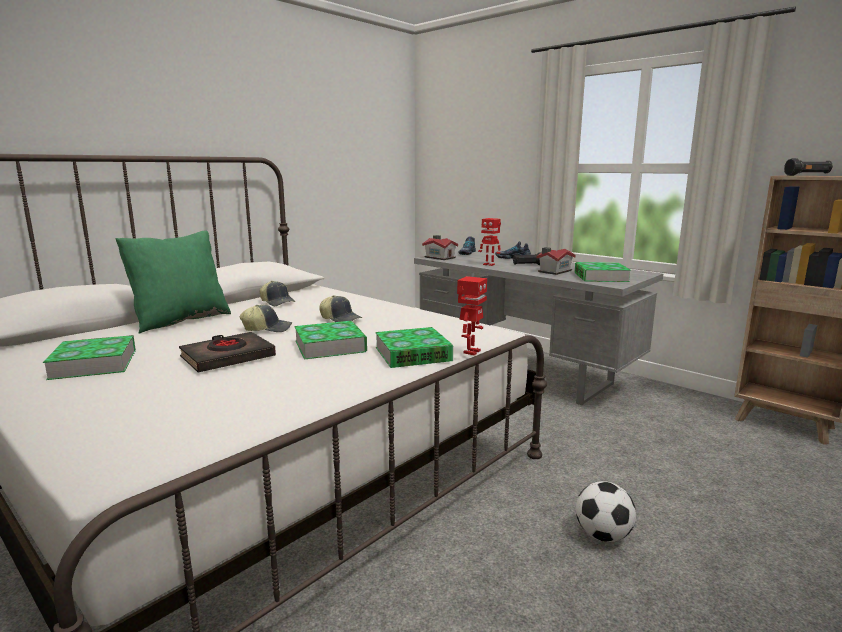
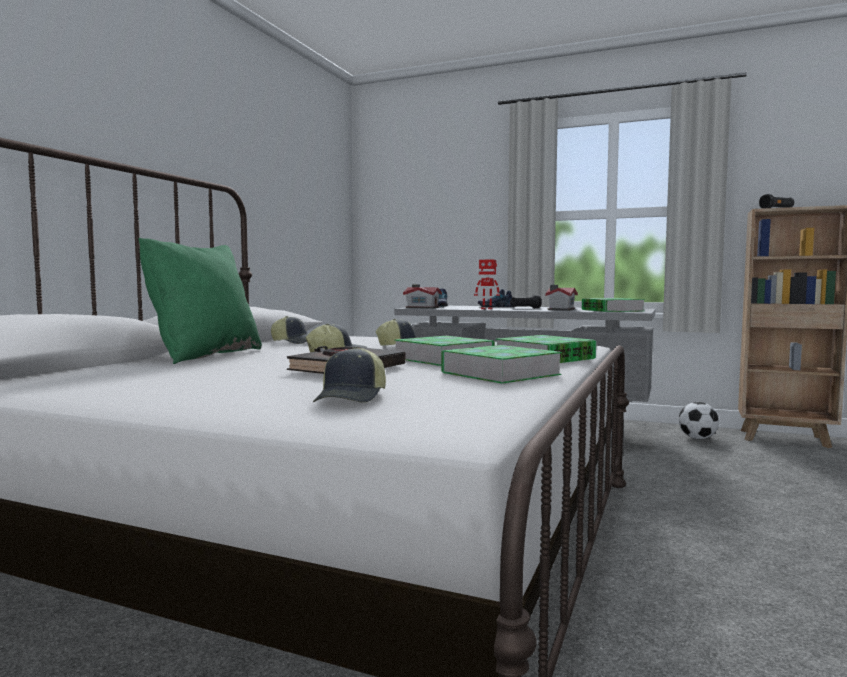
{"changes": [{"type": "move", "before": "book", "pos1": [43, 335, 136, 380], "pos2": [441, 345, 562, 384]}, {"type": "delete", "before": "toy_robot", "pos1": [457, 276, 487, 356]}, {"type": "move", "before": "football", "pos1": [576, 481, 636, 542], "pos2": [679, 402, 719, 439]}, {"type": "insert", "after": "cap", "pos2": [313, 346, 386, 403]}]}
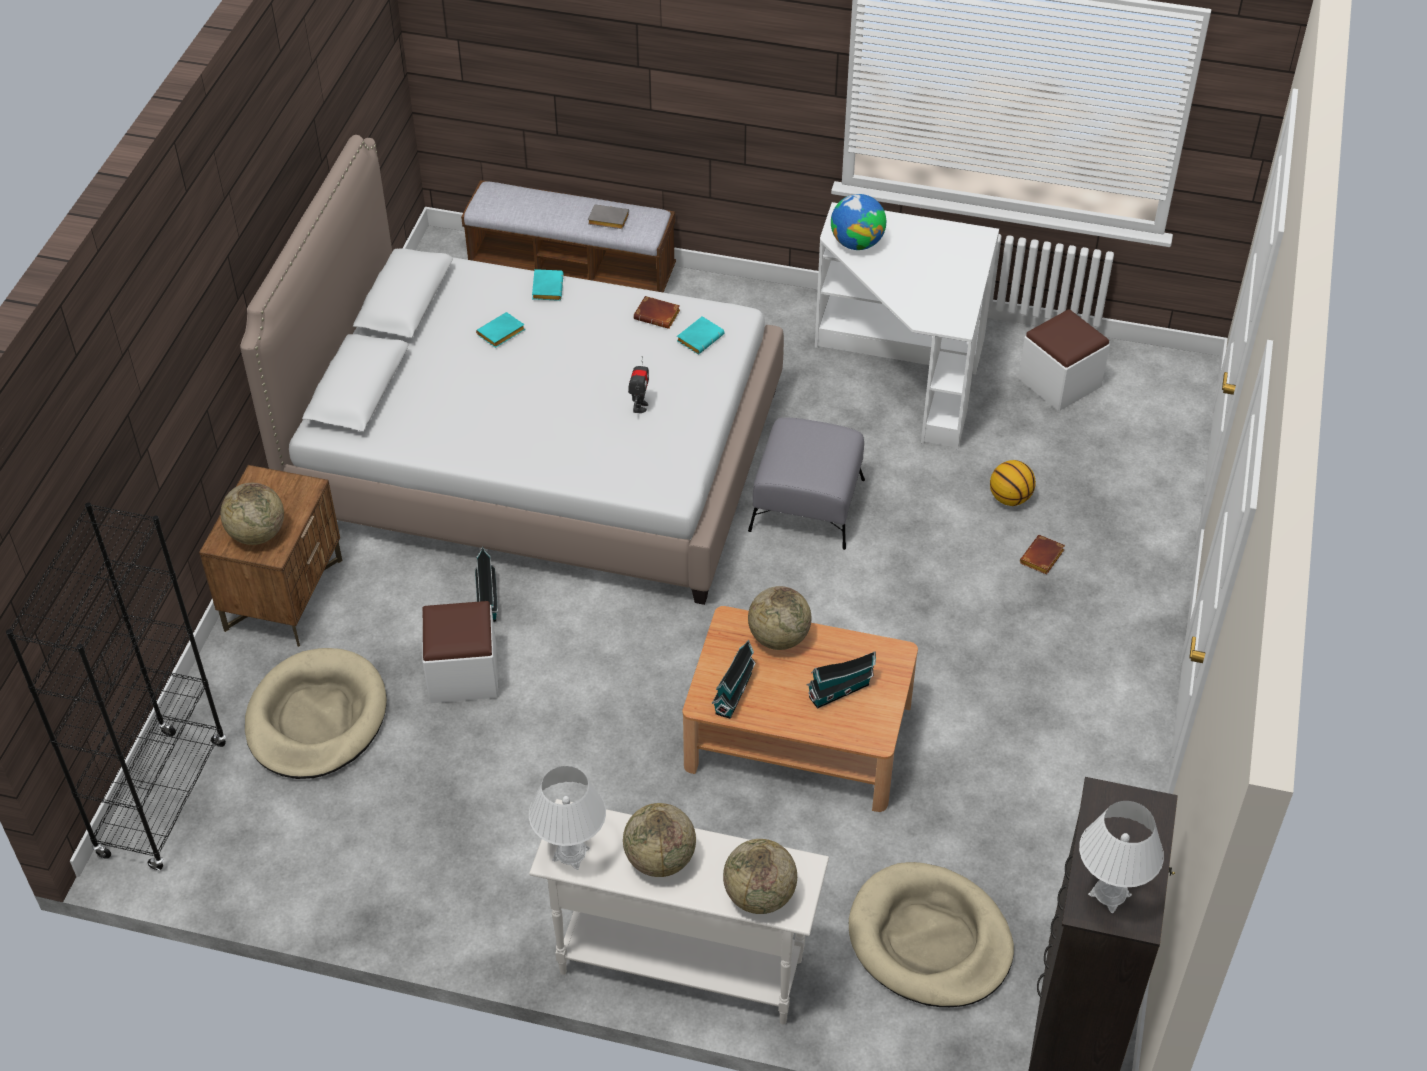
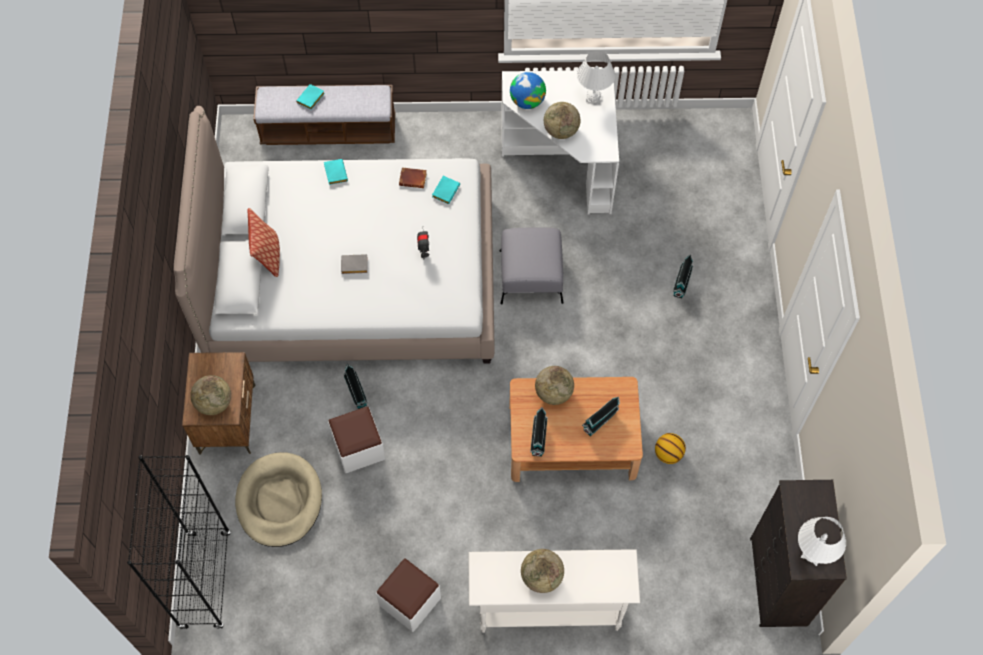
{"changes": [{"type": "move", "before": "turquoise_book", "pos1": [476, 312, 525, 348], "pos2": [296, 84, 325, 110]}, {"type": "move", "before": "white_table_lamp", "pos1": [529, 766, 606, 870], "pos2": [577, 51, 615, 104]}, {"type": "move", "before": "grey_book", "pos1": [588, 204, 629, 229], "pos2": [341, 254, 367, 274]}, {"type": "move", "before": "globe", "pos1": [723, 839, 797, 914], "pos2": [544, 102, 580, 139]}, {"type": "delete", "before": "beige_dog_bed", "pos1": [849, 862, 1014, 1007]}, {"type": "move", "before": "basketball", "pos1": [990, 460, 1036, 506], "pos2": [655, 433, 686, 464]}, {"type": "move", "before": "white_ottoman", "pos1": [1018, 309, 1110, 411], "pos2": [376, 558, 441, 632]}, {"type": "replace", "before": "brown_book", "after": "toy_house", "pos1": [1020, 535, 1065, 575], "pos2": [673, 254, 694, 298]}, {"type": "insert", "after": "pillow", "pos2": [247, 208, 280, 277]}]}
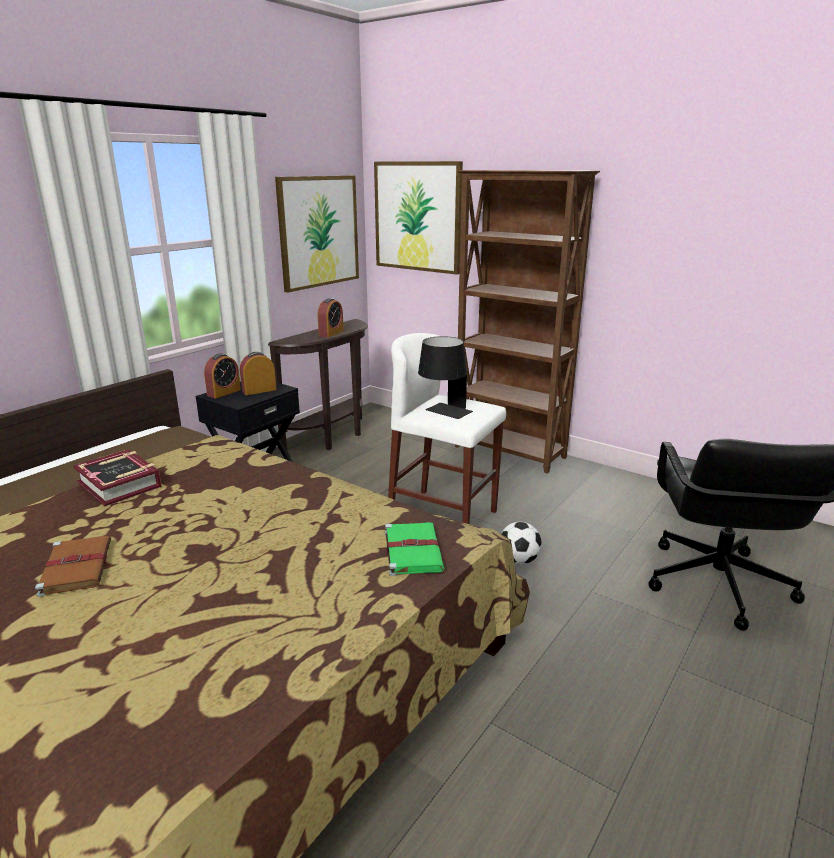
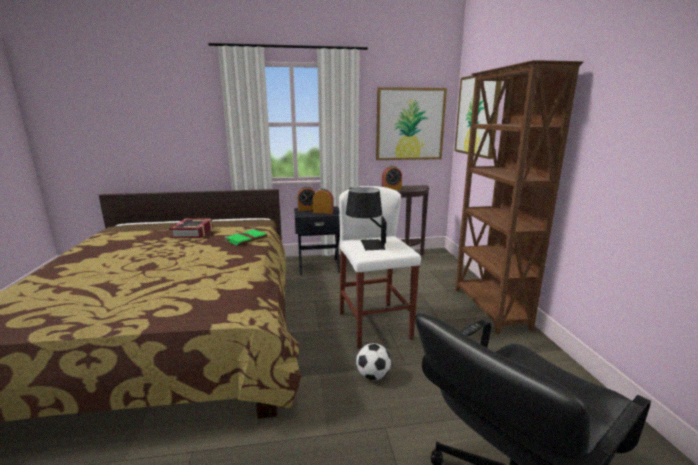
{"changes": [{"type": "delete", "before": "brown_book", "pos1": [35, 535, 111, 597]}, {"type": "move", "before": "green_book", "pos1": [385, 522, 444, 576], "pos2": [224, 229, 267, 245]}]}
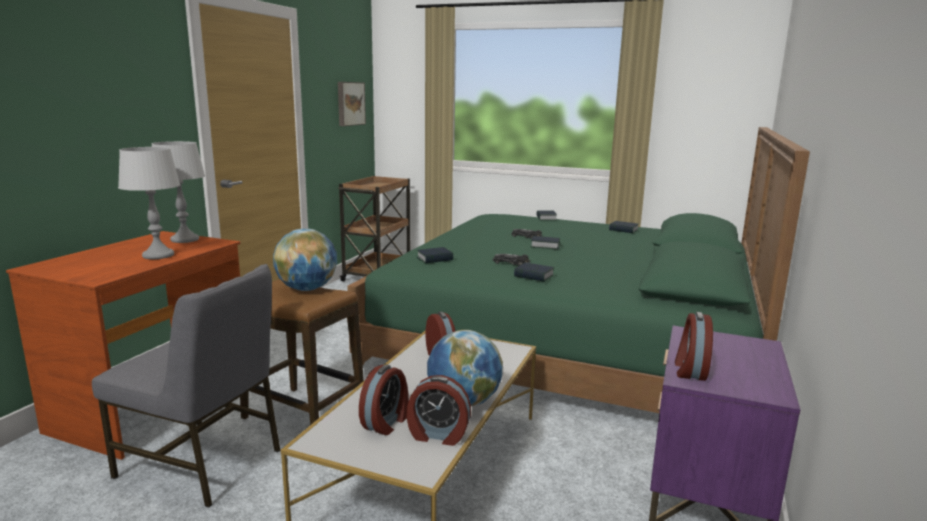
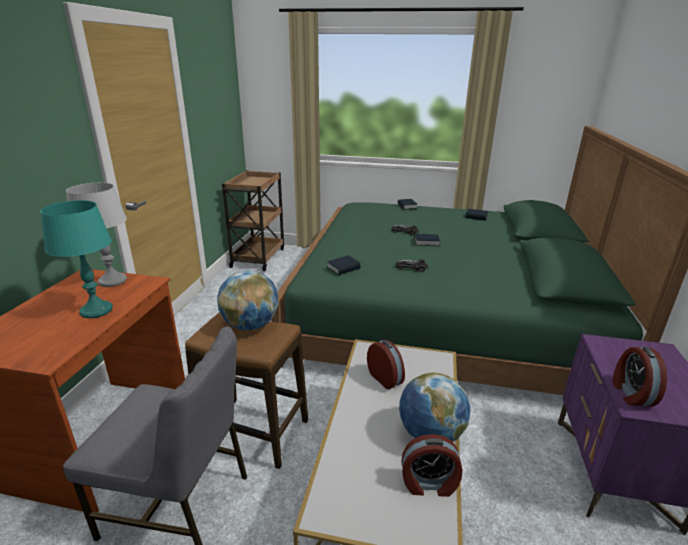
{"changes": [{"type": "recolor", "before": "grey_table_lamp", "after": "turquoise_table_lamp", "pos1": [118, 147, 180, 259], "pos2": [40, 200, 113, 318]}, {"type": "delete", "before": "picture", "pos1": [338, 82, 366, 126]}, {"type": "delete", "before": "alarm_clock", "pos1": [359, 364, 409, 435]}, {"type": "delete", "before": "book", "pos1": [514, 262, 554, 282]}]}
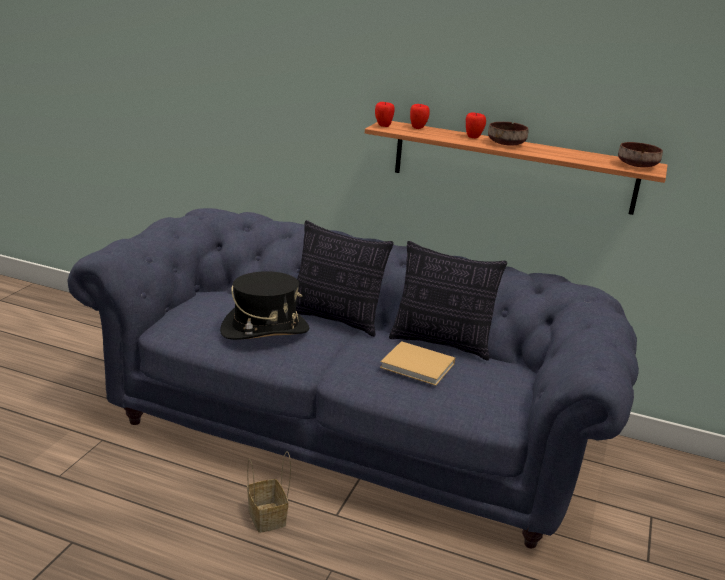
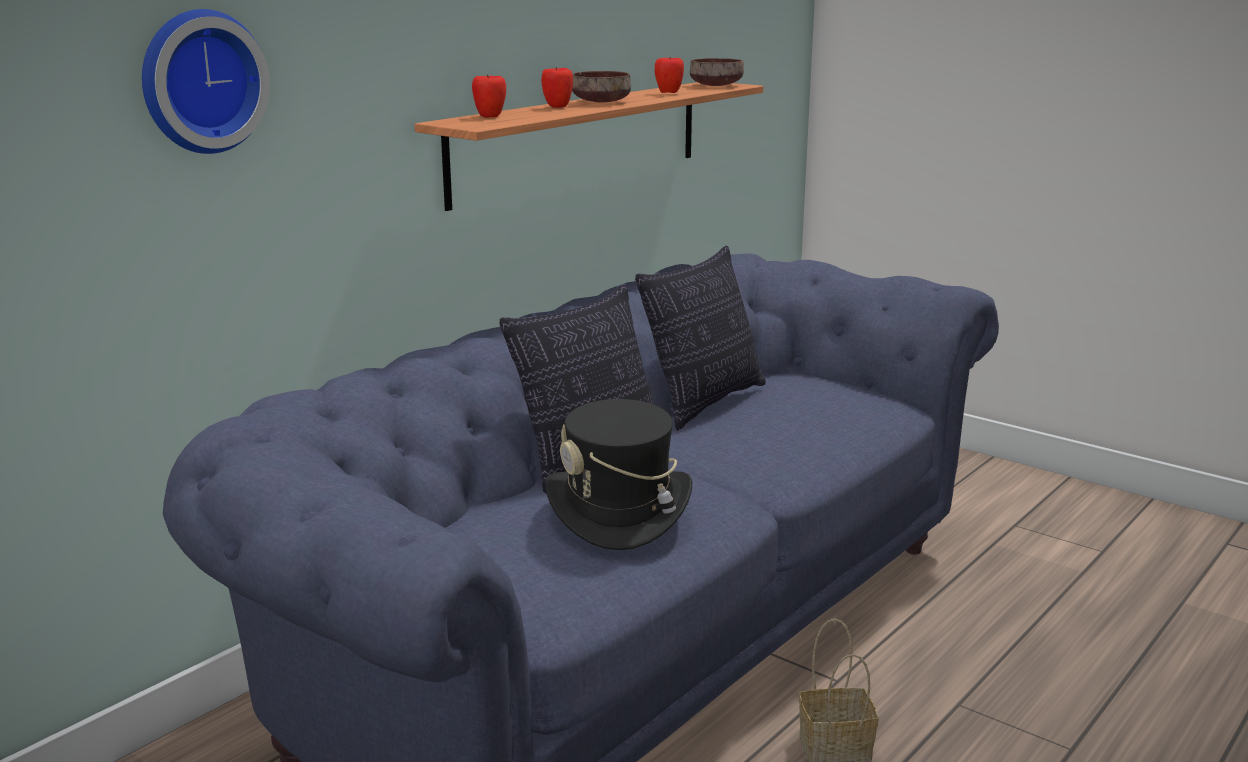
{"changes": [{"type": "move", "before": "apple", "pos1": [375, 102, 395, 127], "pos2": [655, 57, 684, 93]}, {"type": "delete", "before": "beige_book", "pos1": [380, 341, 455, 386]}, {"type": "insert", "after": "wall_clock", "pos2": [142, 9, 270, 154]}]}
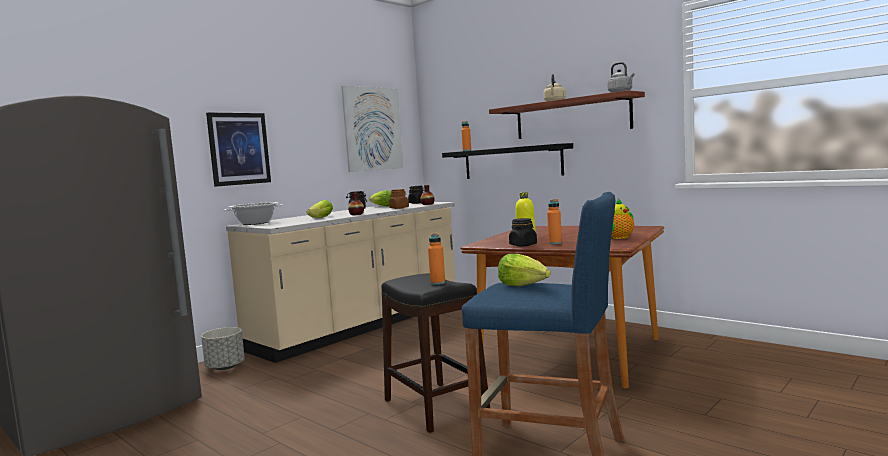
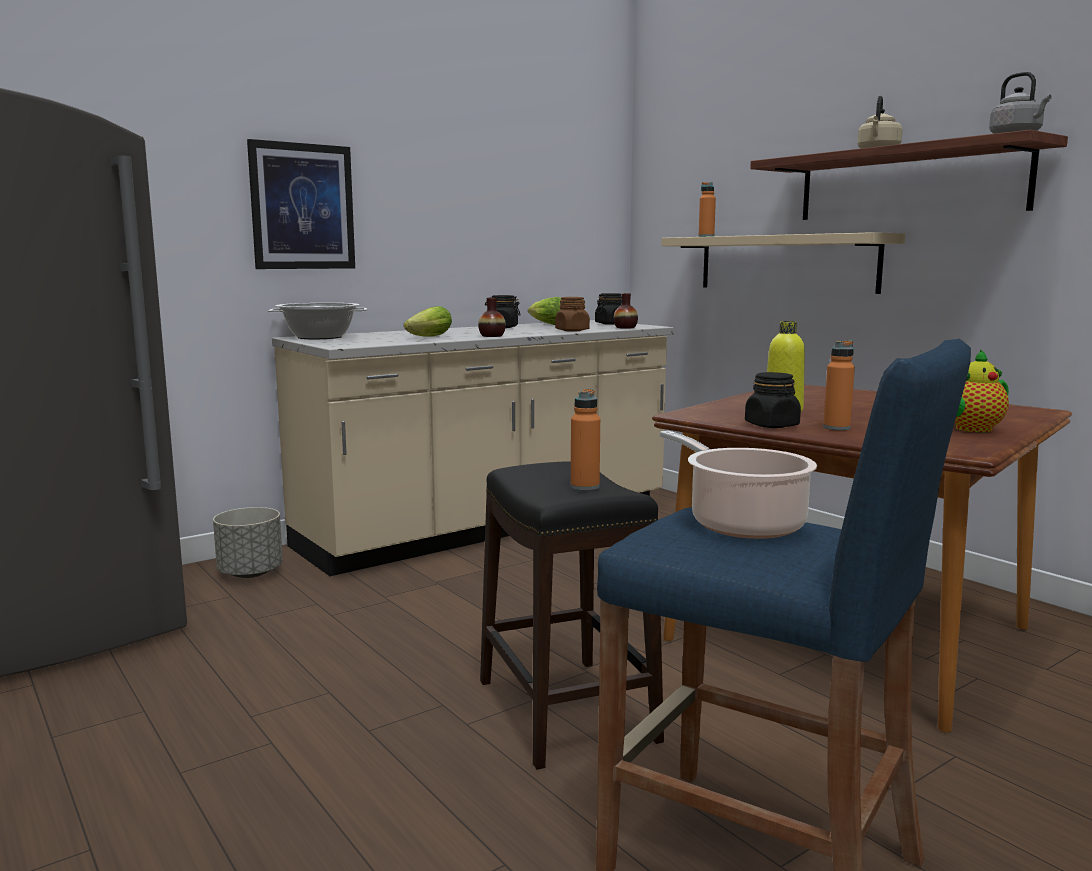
{"changes": [{"type": "delete", "before": "picture", "pos1": [341, 85, 403, 172]}, {"type": "recolor", "before": "black_shelf", "after": "beige_shelf", "pos1": [442, 143, 573, 179], "pos2": [661, 232, 905, 294]}, {"type": "replace", "before": "lettuce", "after": "cooking_pot", "pos1": [498, 254, 551, 286], "pos2": [659, 431, 817, 539]}]}
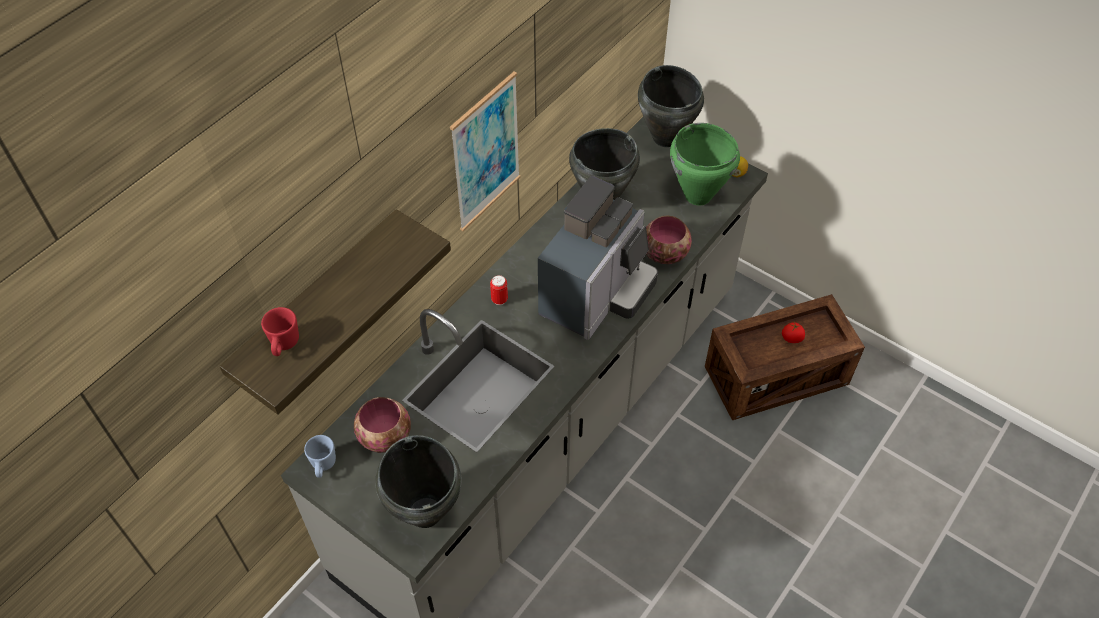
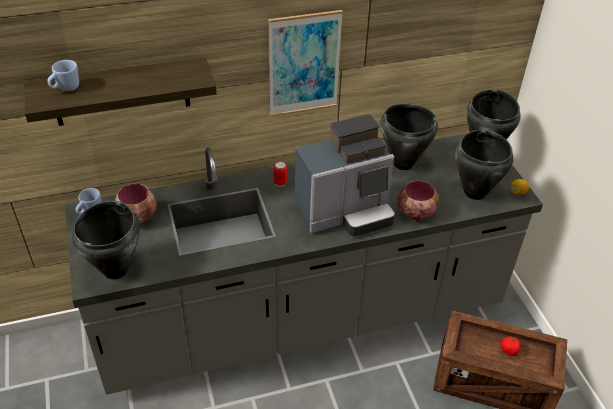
{"changes": [{"type": "recolor", "before": "red_mug", "after": "blue_mug", "pos1": [261, 307, 299, 356], "pos2": [47, 60, 79, 91]}, {"type": "recolor", "before": "green_cooking_pot", "after": "black_cooking_pot", "pos1": [670, 123, 740, 206], "pos2": [455, 130, 513, 200]}]}
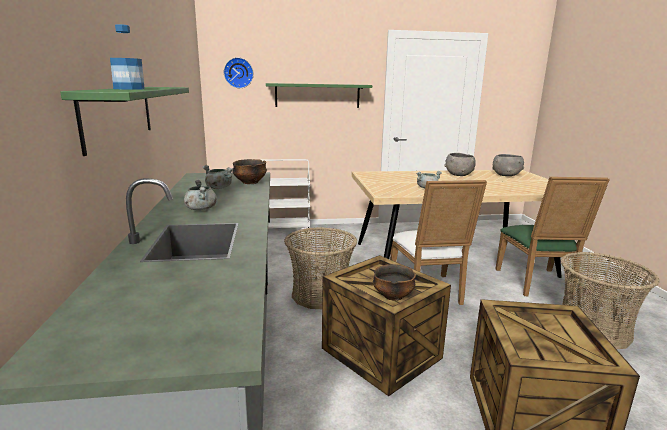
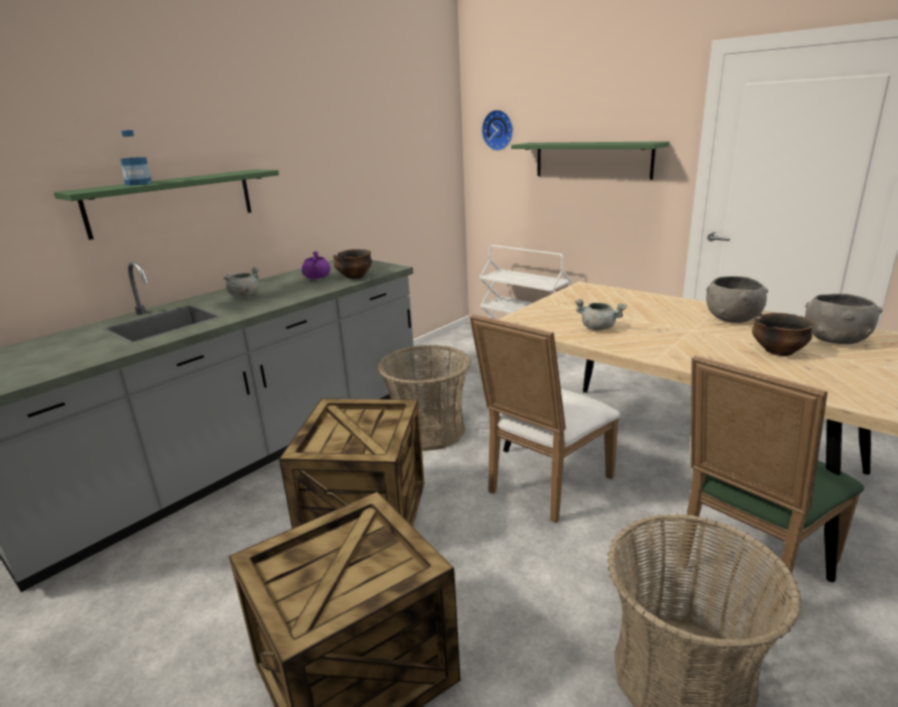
{"changes": [{"type": "recolor", "before": "grey_cooking_pot", "after": "purple_cooking_pot", "pos1": [203, 165, 233, 189], "pos2": [302, 251, 330, 279]}, {"type": "move", "before": "bowl", "pos1": [373, 264, 416, 301], "pos2": [752, 313, 814, 356]}]}
